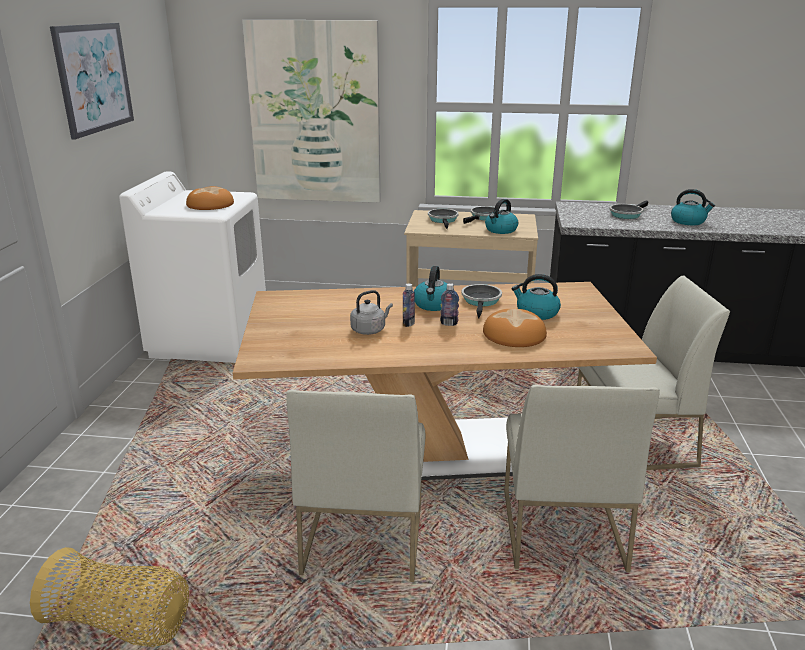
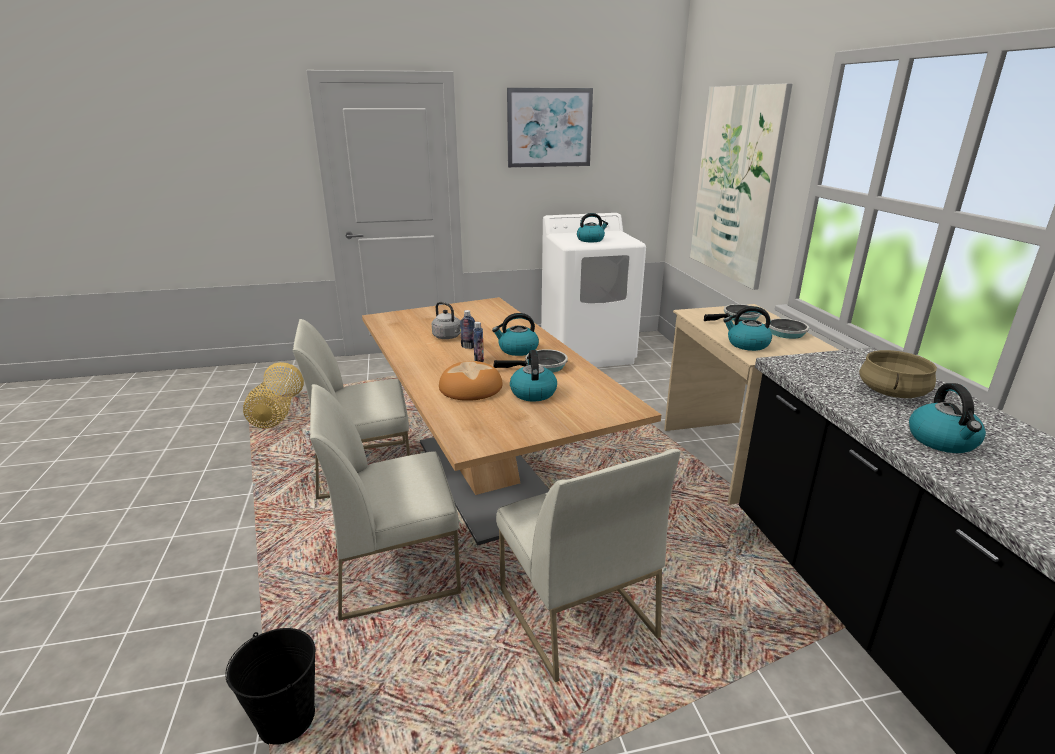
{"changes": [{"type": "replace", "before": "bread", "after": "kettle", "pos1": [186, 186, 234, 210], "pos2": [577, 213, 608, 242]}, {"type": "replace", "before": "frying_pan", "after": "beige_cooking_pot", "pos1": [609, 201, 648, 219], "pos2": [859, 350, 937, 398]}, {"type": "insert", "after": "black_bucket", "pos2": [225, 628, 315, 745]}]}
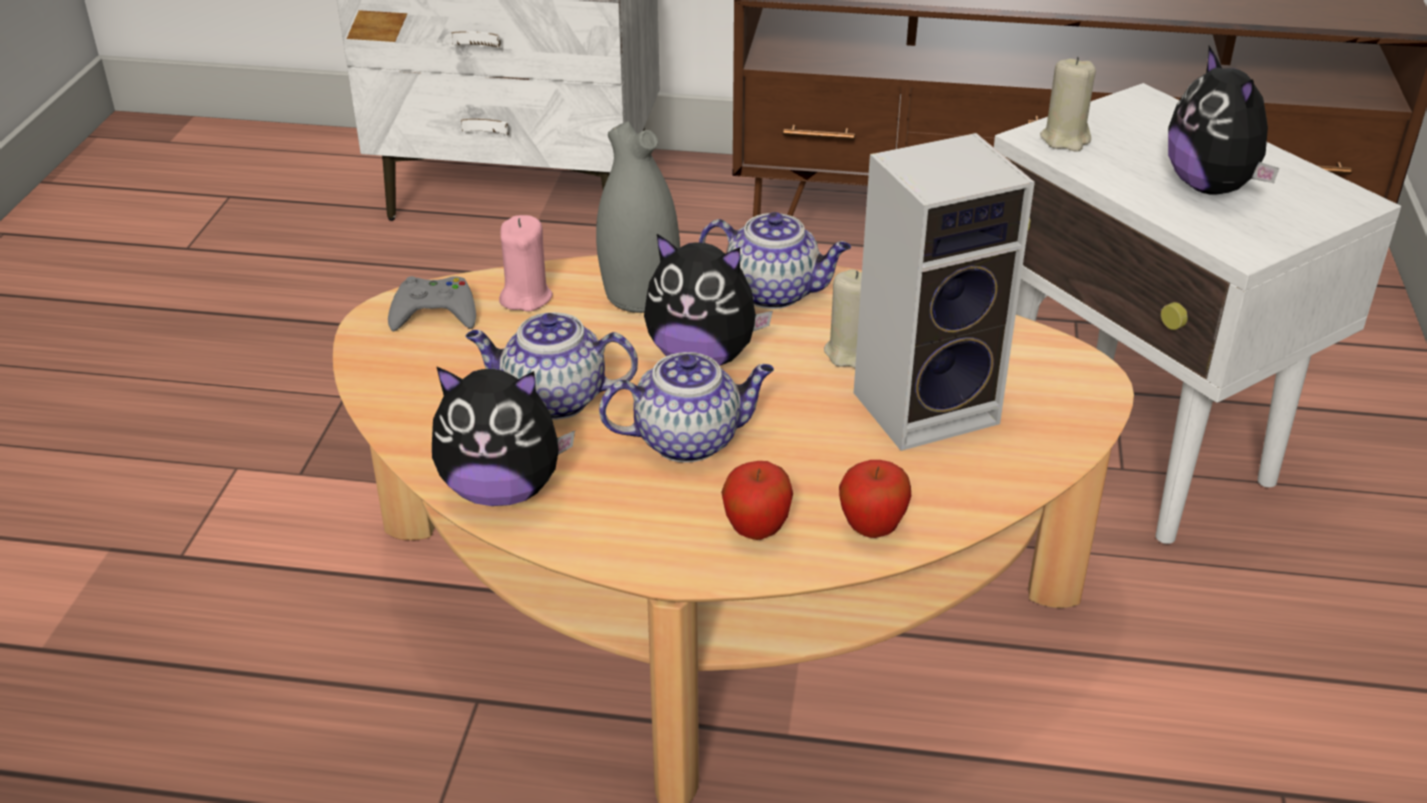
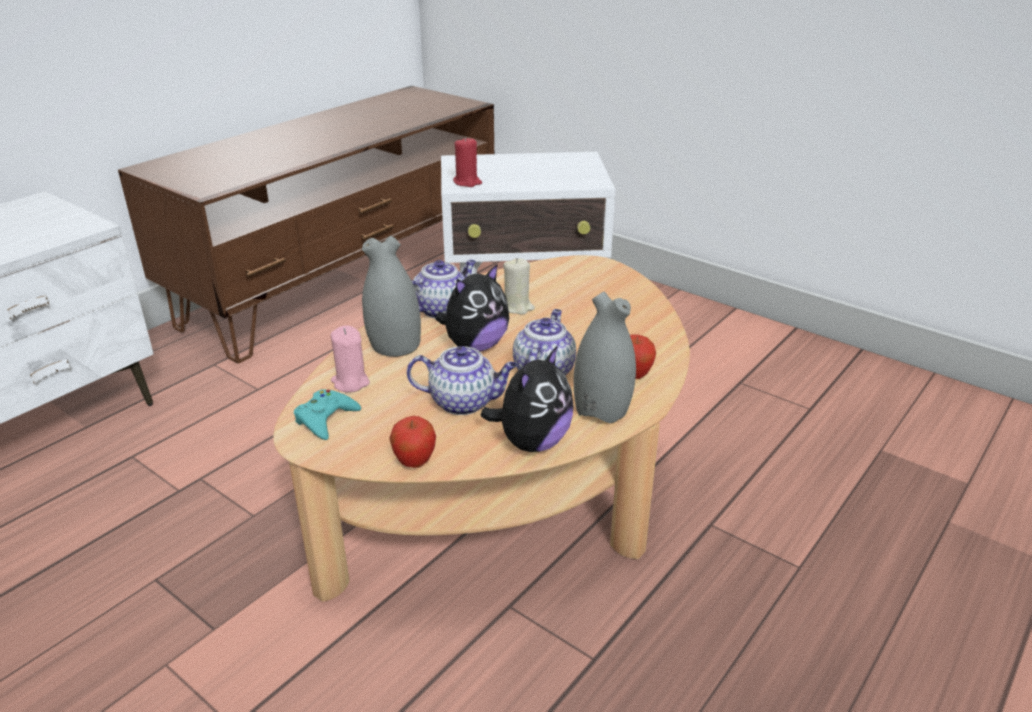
{"changes": [{"type": "recolor", "before": "grey_game_controller", "after": "turquoise_game_controller", "pos1": [388, 276, 476, 331], "pos2": [294, 389, 361, 440]}, {"type": "rotate", "before": "teapot", "pos1": [466, 312, 638, 420], "pos2": [407, 346, 517, 415], "turn": -120}, {"type": "move", "before": "apple", "pos1": [839, 460, 911, 538], "pos2": [389, 416, 436, 468]}, {"type": "delete", "before": "speaker", "pos1": [854, 133, 1035, 451]}, {"type": "recolor", "before": "beige_candle", "after": "red_candle", "pos1": [1040, 57, 1096, 152], "pos2": [453, 136, 482, 187]}, {"type": "delete", "before": "plush_toy", "pos1": [1168, 46, 1279, 195]}, {"type": "insert", "after": "grey_vase", "pos2": [574, 292, 636, 424]}]}
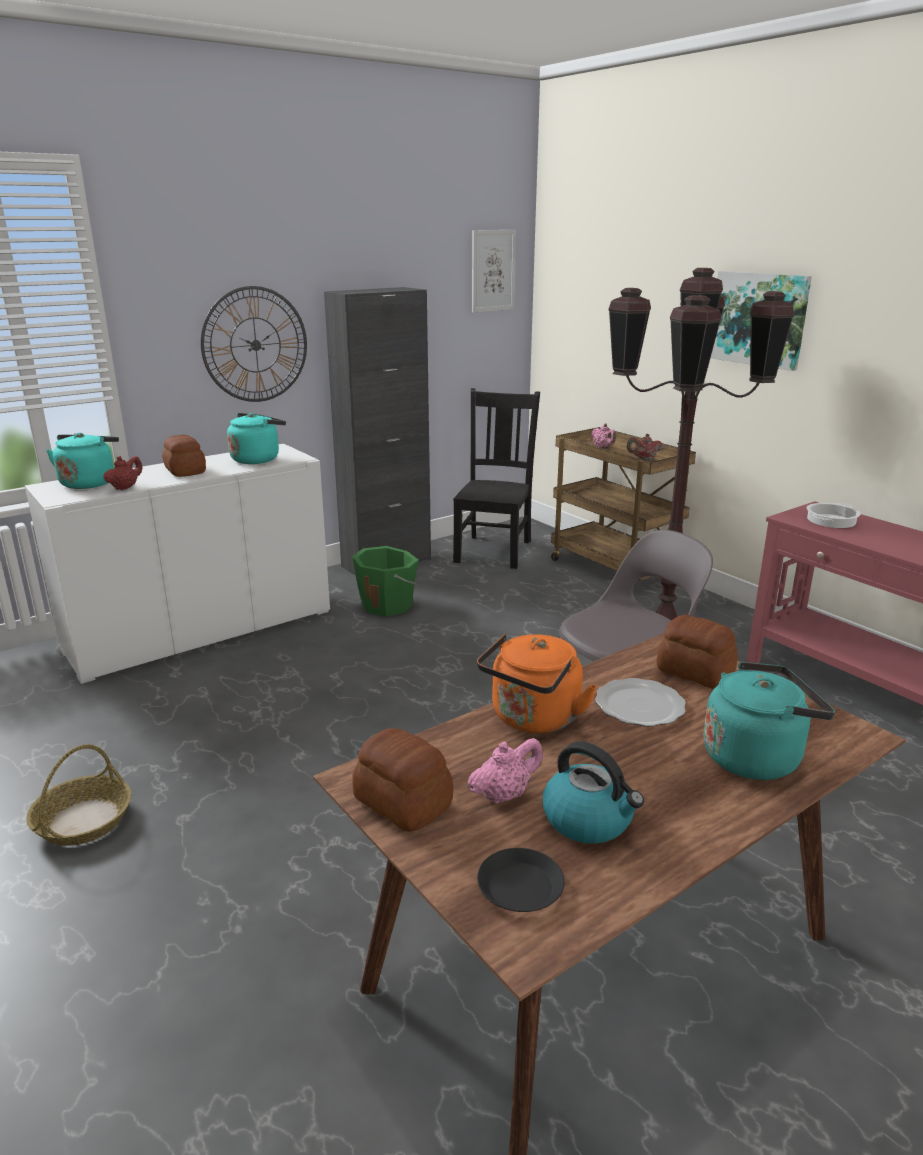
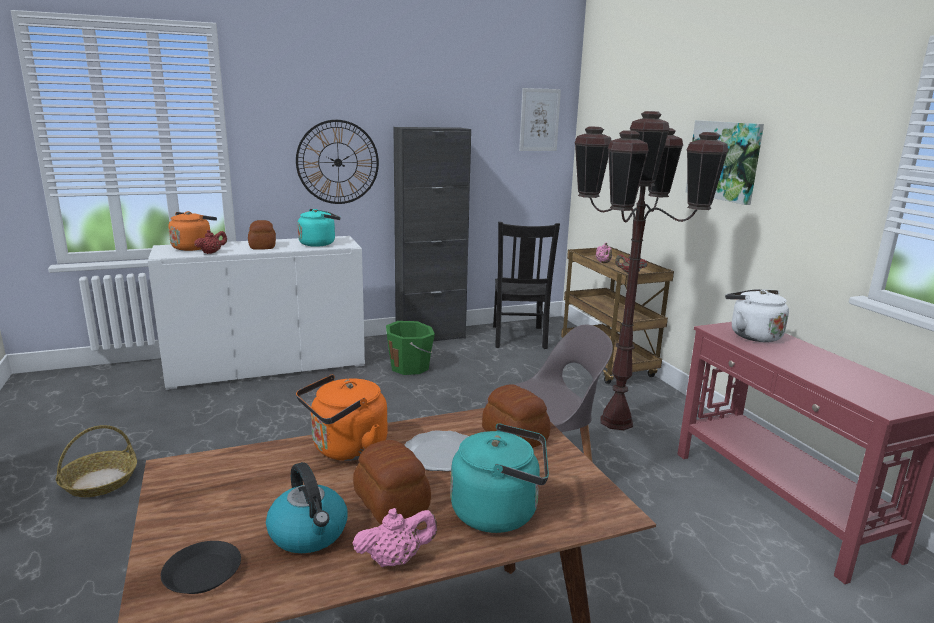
{"changes": [{"type": "recolor", "before": "turquoise_kettle", "after": "orange_kettle", "pos1": [46, 433, 119, 489], "pos2": [168, 211, 217, 251]}, {"type": "move", "before": "bread", "pos1": [352, 728, 453, 832], "pos2": [353, 440, 431, 524]}, {"type": "rotate", "before": "black_chair", "pos1": [453, 388, 540, 569], "pos2": [493, 222, 560, 349], "turn": 150}, {"type": "move", "before": "pink_teapot", "pos1": [467, 738, 543, 804], "pos2": [352, 508, 437, 567]}, {"type": "replace", "before": "cooking_pot", "after": "white_kettle", "pos1": [807, 503, 860, 528], "pos2": [725, 289, 789, 342]}]}
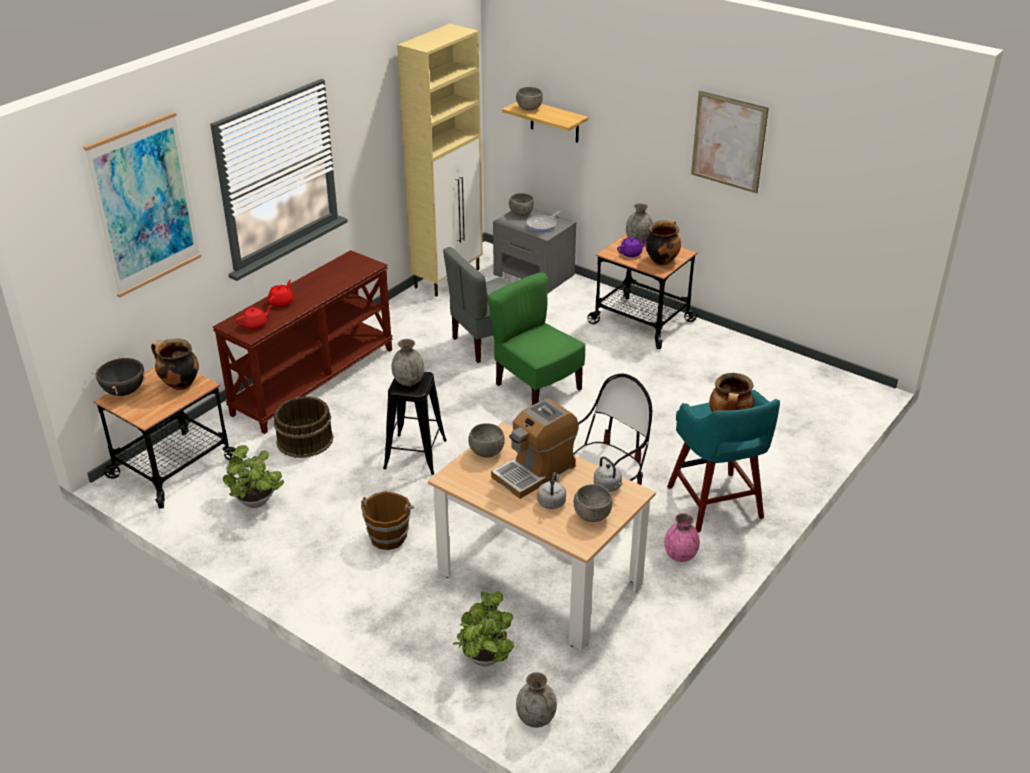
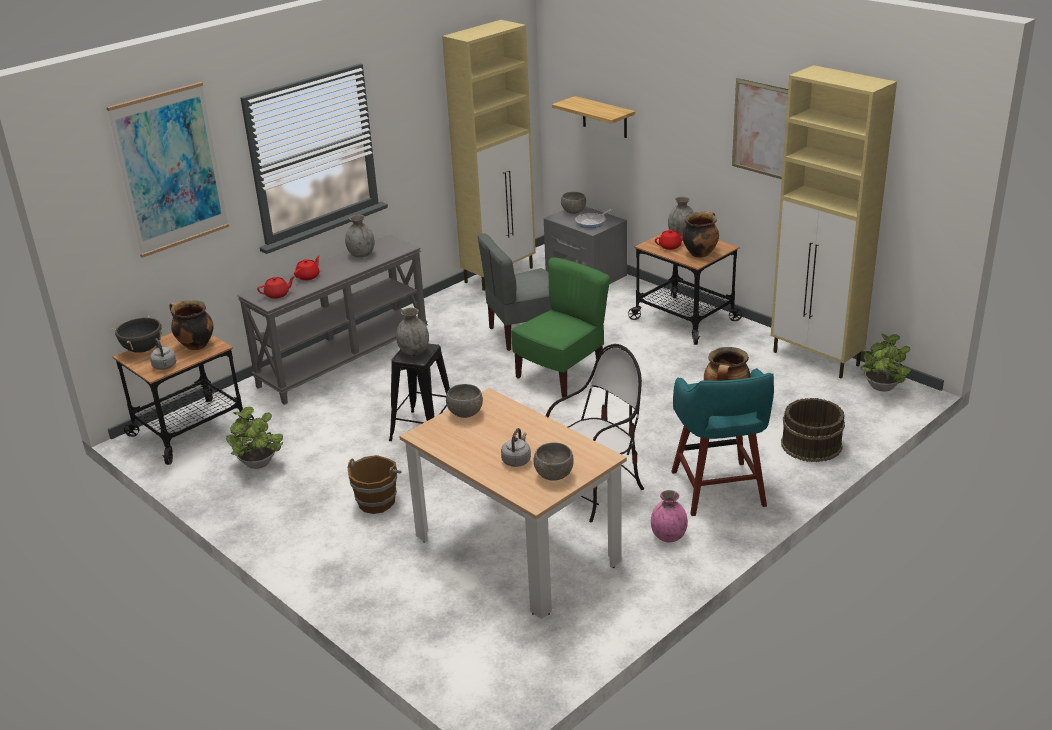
{"changes": [{"type": "recolor", "before": "brown_console_table", "after": "grey_console_table", "pos1": [213, 250, 393, 434], "pos2": [237, 235, 428, 405]}, {"type": "move", "before": "brown_bucket", "pos1": [273, 396, 333, 458], "pos2": [781, 398, 845, 462]}, {"type": "move", "before": "potted_plant", "pos1": [453, 592, 514, 666], "pos2": [861, 334, 911, 391]}, {"type": "rotate", "before": "green_chair", "pos1": [487, 272, 585, 405], "pos2": [511, 257, 610, 398], "turn": 75}, {"type": "delete", "before": "coffee_machine", "pos1": [491, 399, 579, 499]}, {"type": "delete", "before": "grey_bowl", "pos1": [516, 87, 543, 111]}, {"type": "move", "before": "grey_vase", "pos1": [516, 672, 557, 728], "pos2": [345, 215, 375, 257]}, {"type": "move", "before": "grey_kettle", "pos1": [594, 456, 623, 492], "pos2": [150, 338, 176, 370]}, {"type": "recolor", "before": "purple_teapot", "after": "red_teapot", "pos1": [617, 237, 647, 257], "pos2": [655, 230, 682, 250]}, {"type": "insert", "after": "beige_cabinet", "pos2": [771, 65, 897, 378]}]}
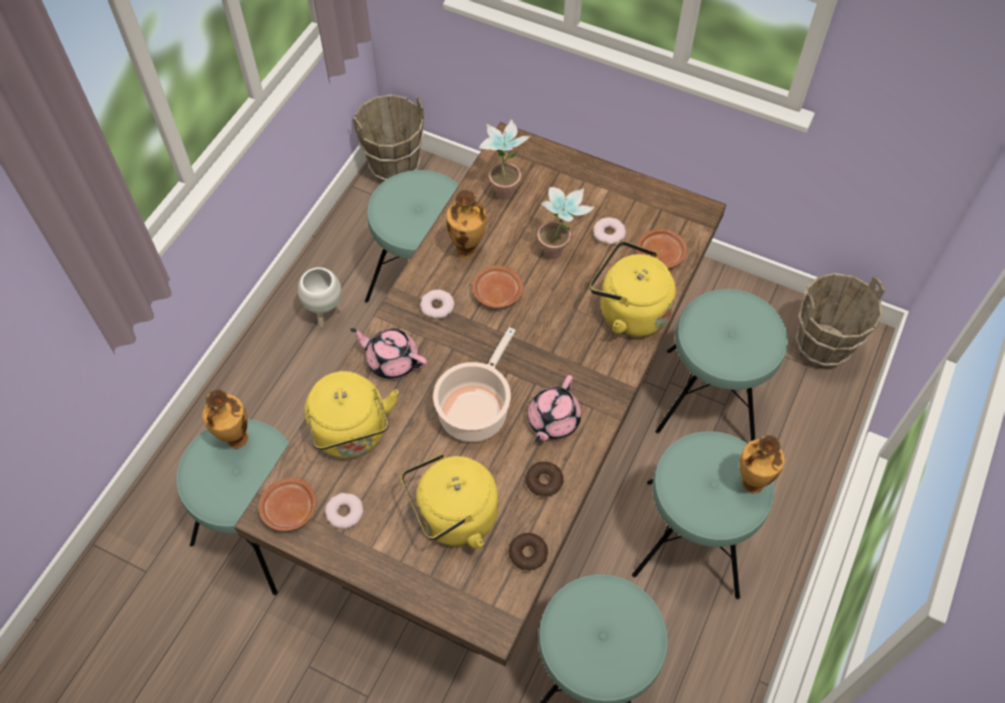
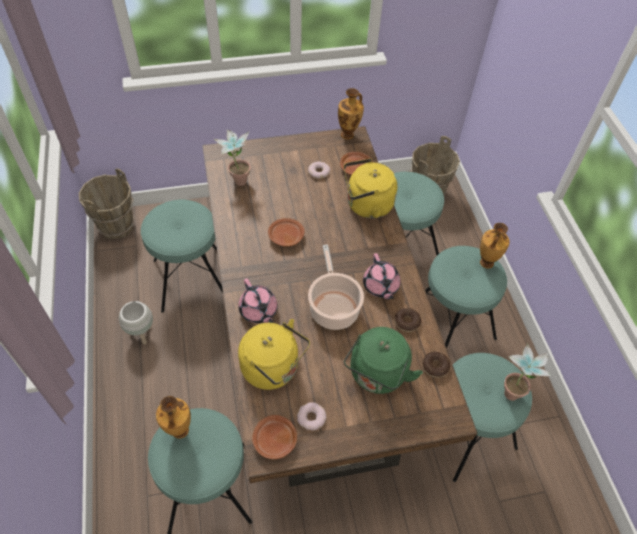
{"changes": [{"type": "rotate", "before": "pink_teapot", "pos1": [350, 328, 427, 379], "pos2": [238, 278, 278, 323], "turn": -105}, {"type": "recolor", "before": "yellow_kettle", "after": "green_kettle", "pos1": [401, 454, 498, 549], "pos2": [344, 327, 423, 394]}, {"type": "delete", "before": "donut", "pos1": [420, 289, 455, 319]}, {"type": "move", "before": "vase", "pos1": [446, 190, 486, 258], "pos2": [338, 88, 364, 140]}, {"type": "move", "before": "potted_plant", "pos1": [537, 187, 594, 259], "pos2": [504, 343, 552, 401]}]}
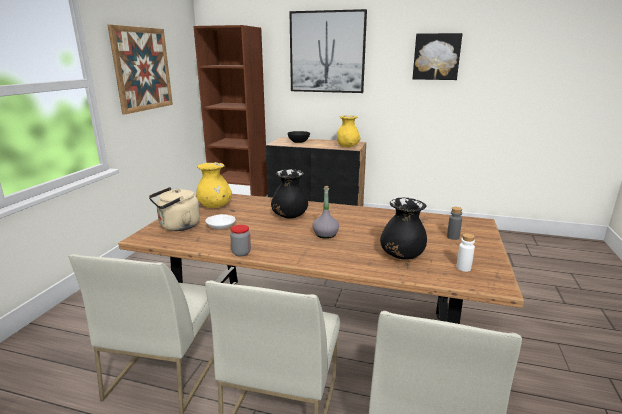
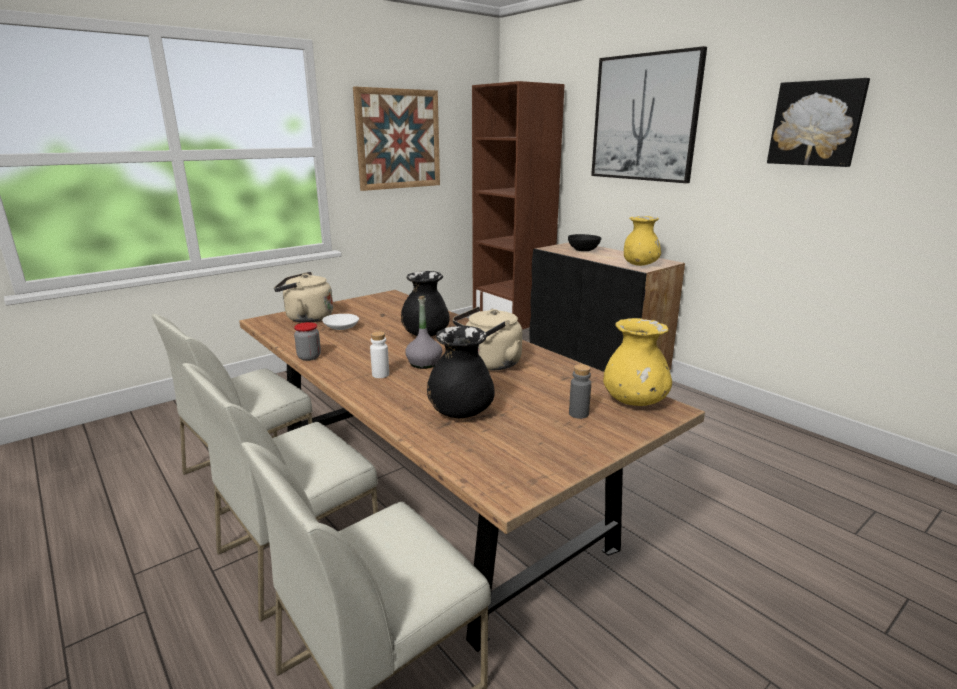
{"changes": [{"type": "move", "before": "yellow_vase", "pos1": [196, 162, 232, 208], "pos2": [603, 318, 672, 406]}, {"type": "move", "before": "white_bottle", "pos1": [456, 233, 475, 272], "pos2": [370, 331, 389, 378]}, {"type": "insert", "after": "beige_kettle", "pos2": [453, 307, 522, 370]}]}
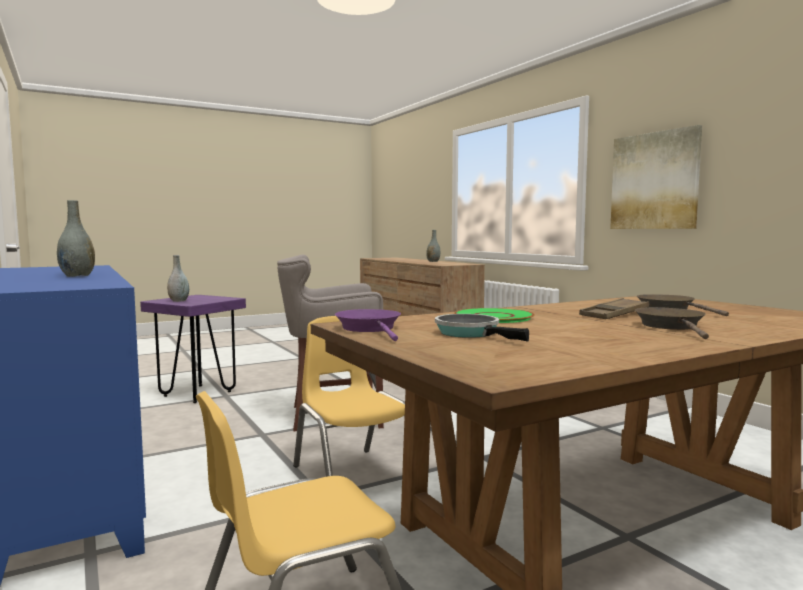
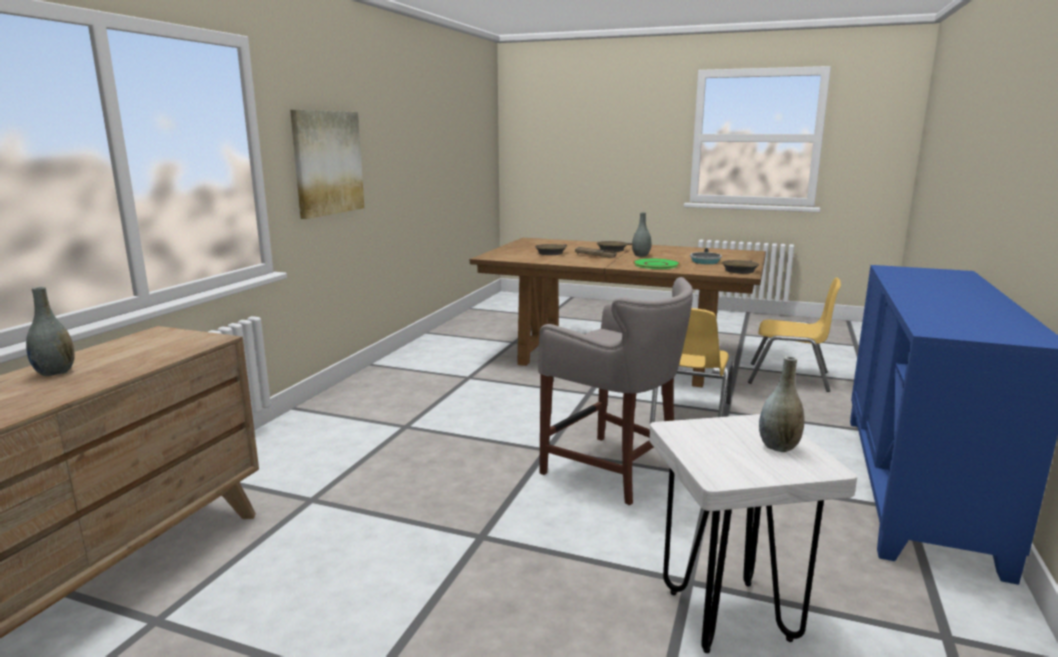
{"changes": [{"type": "move", "before": "grey_vase", "pos1": [57, 200, 95, 277], "pos2": [632, 212, 651, 257]}, {"type": "recolor", "before": "purple_stool", "after": "white_stool", "pos1": [140, 295, 246, 403], "pos2": [649, 414, 857, 653]}, {"type": "recolor", "before": "purple_frying_pan", "after": "brown_frying_pan", "pos1": [335, 309, 401, 341], "pos2": [722, 260, 759, 274]}]}
